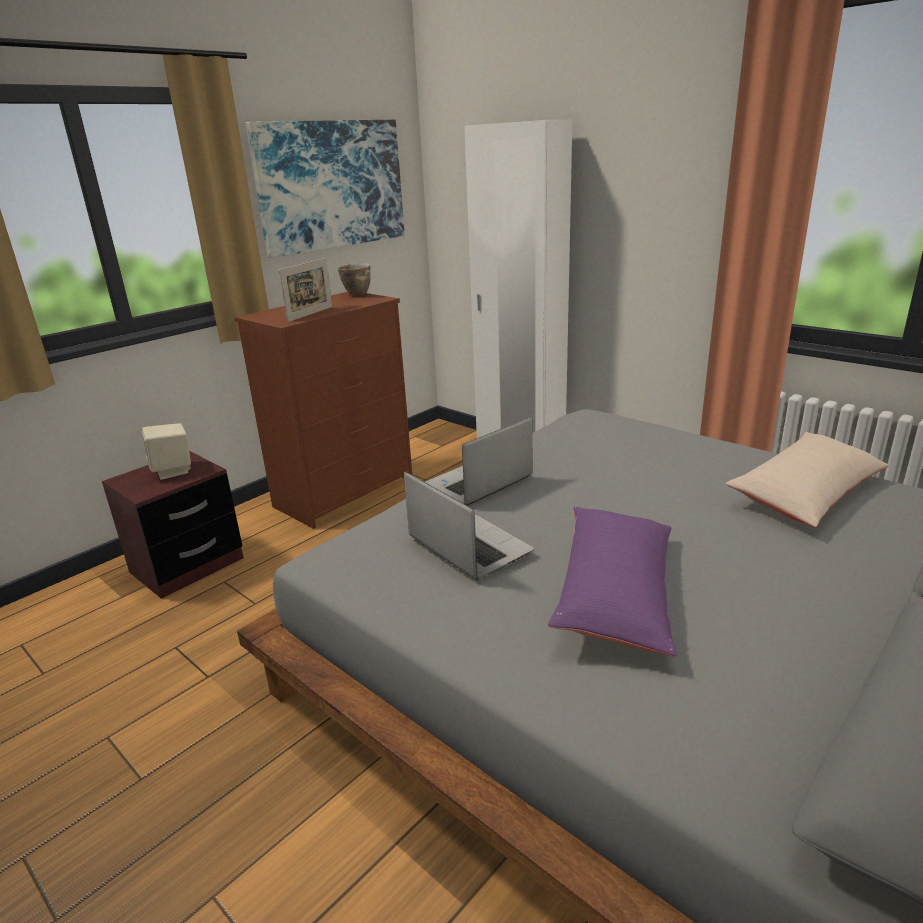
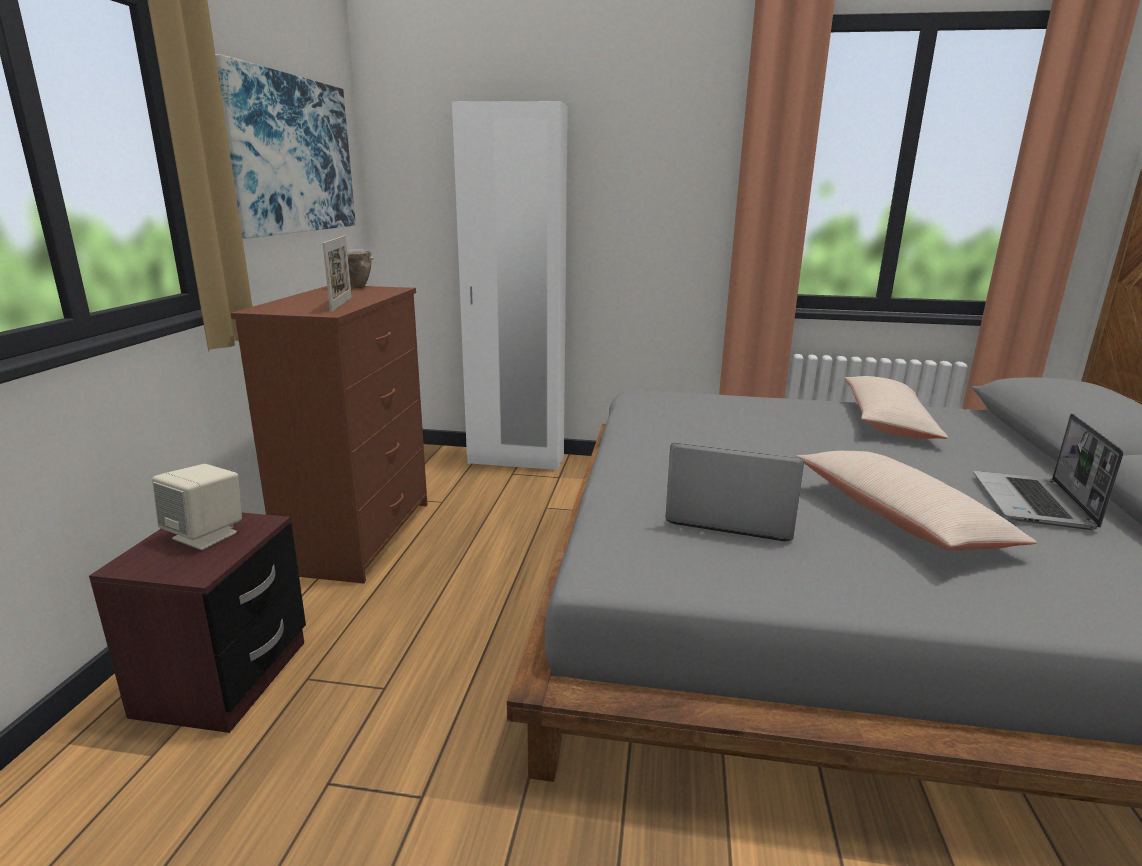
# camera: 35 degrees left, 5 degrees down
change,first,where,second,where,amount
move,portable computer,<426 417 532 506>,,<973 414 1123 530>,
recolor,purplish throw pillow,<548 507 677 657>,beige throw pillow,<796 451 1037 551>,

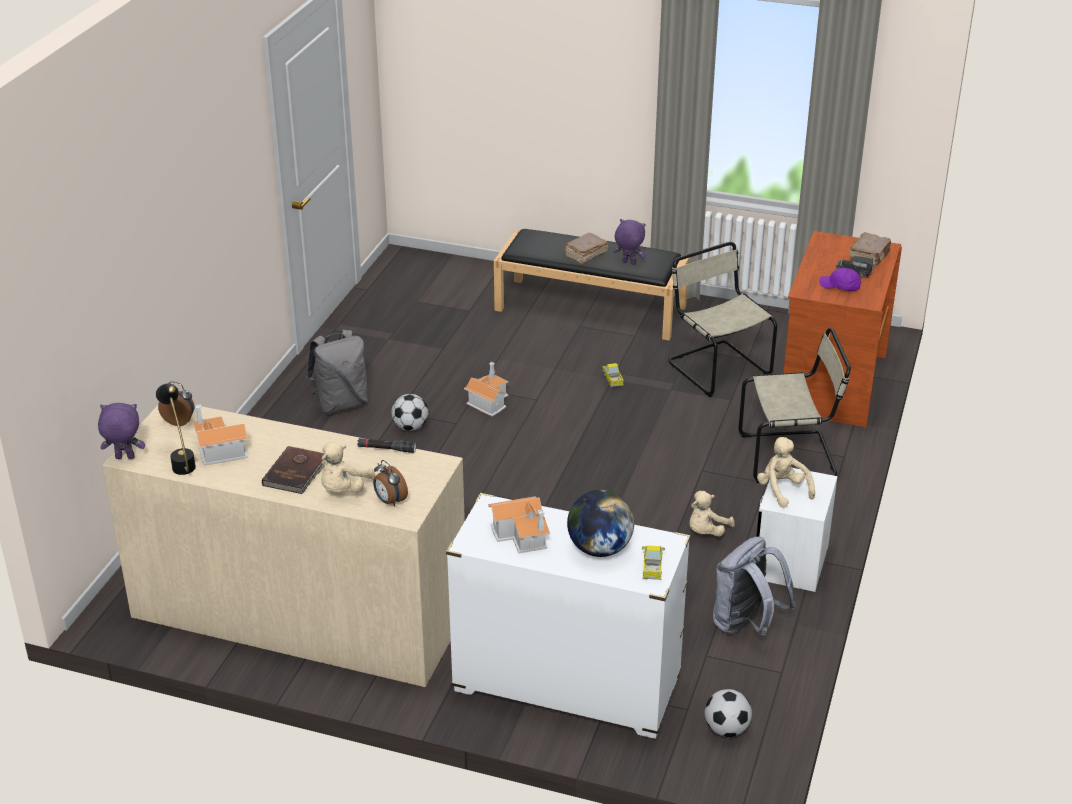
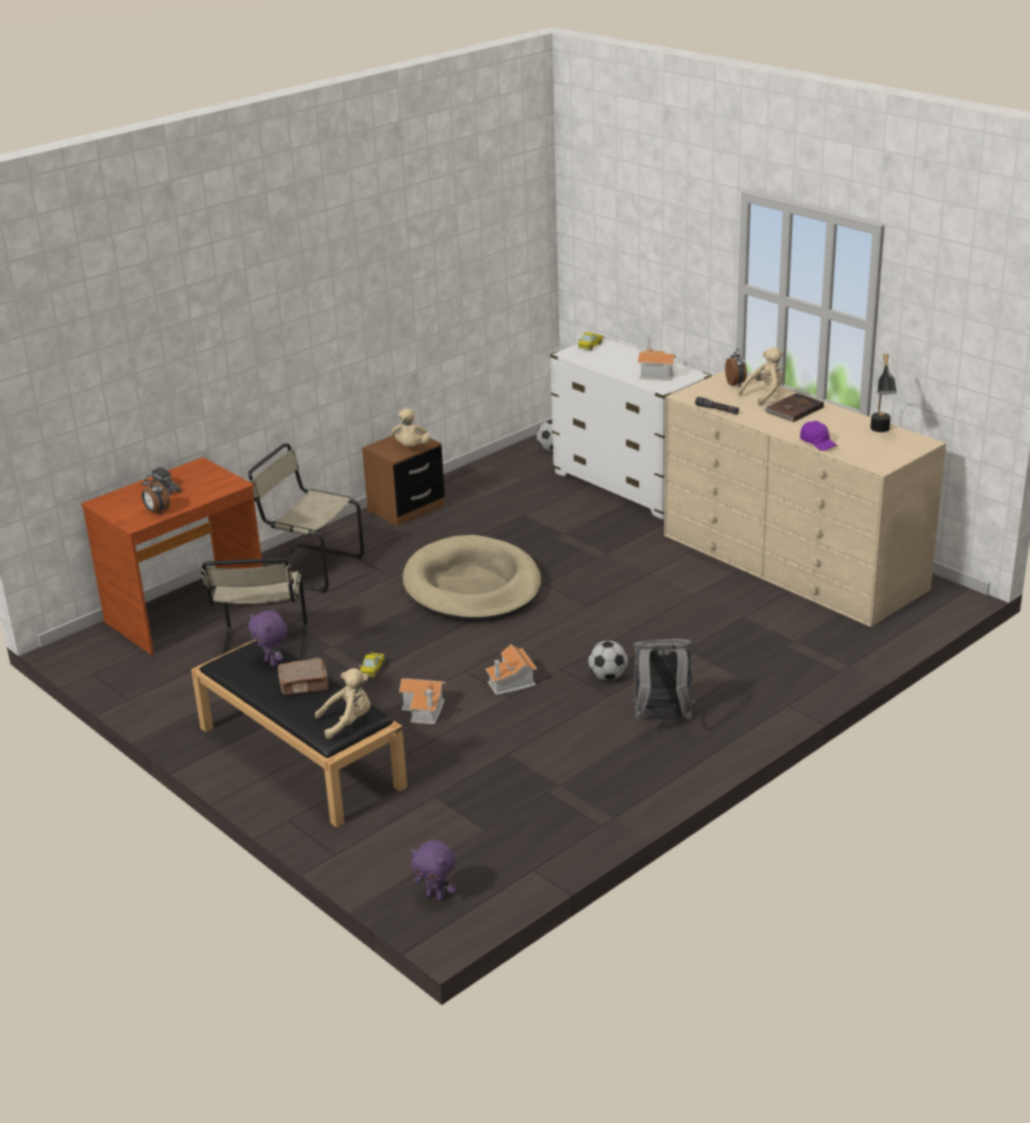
# camera: 150 degrees left, 5 degrees down
change,first,where,second,where,amount
delete,brownish volume,<849 232 891 266>,,,
move,purplish baseball cap,<819 268 861 291>,,<800 421 837 451>,
move,alarm clock,<158 381 195 426>,,<142 475 170 514>,
move,purplish plush toy,<98 403 145 459>,,<411 840 456 901>,
move,model house,<193 404 248 465>,,<399 678 446 725>,
recolor,white bedside table,<757 468 837 592>,brownish bedside table,<362 432 445 526>,
delete,world globe,<567 490 634 557>,,,
move,beige plush toy,<689 491 735 537>,,<315 668 370 739>,
delete,grey rucksack,<713 537 796 636>,,,
insert,,,beige dog cushion,<403 535 541 622>,

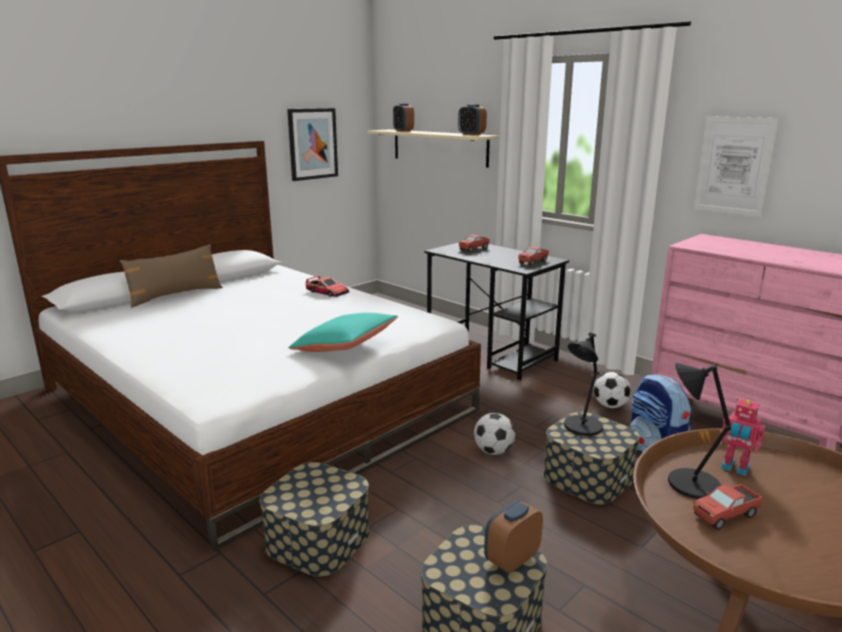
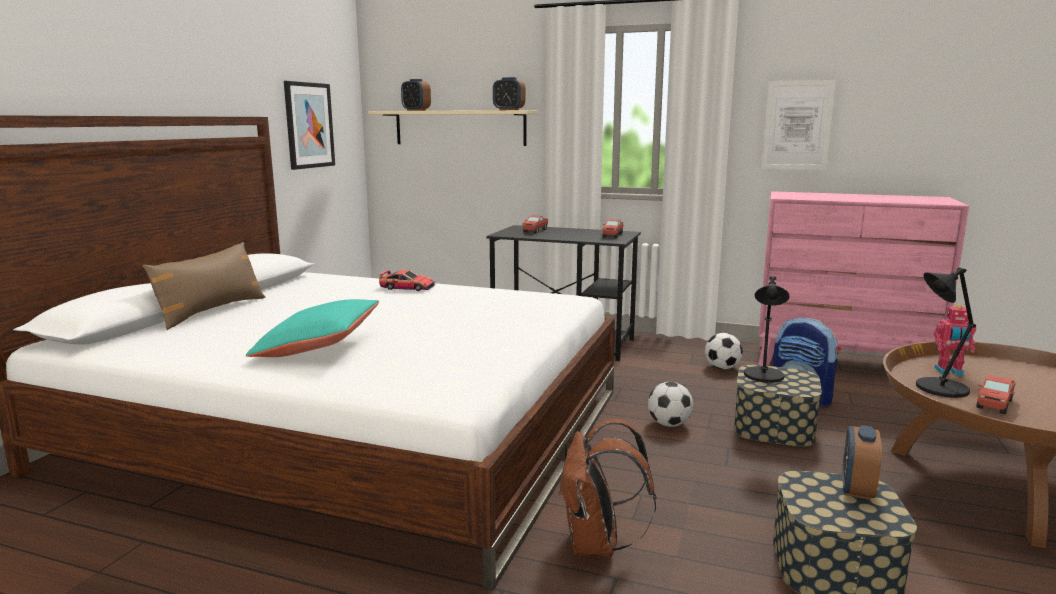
# camera: 25 degrees left, 5 degrees down
change,first,where,second,where,amount
move,turquoise-coloured throw pillow,<288 313 398 352>,,<246 299 379 357>,
replace,storage bin,<259 462 369 577>,brownish rucksack,<559 419 656 557>,

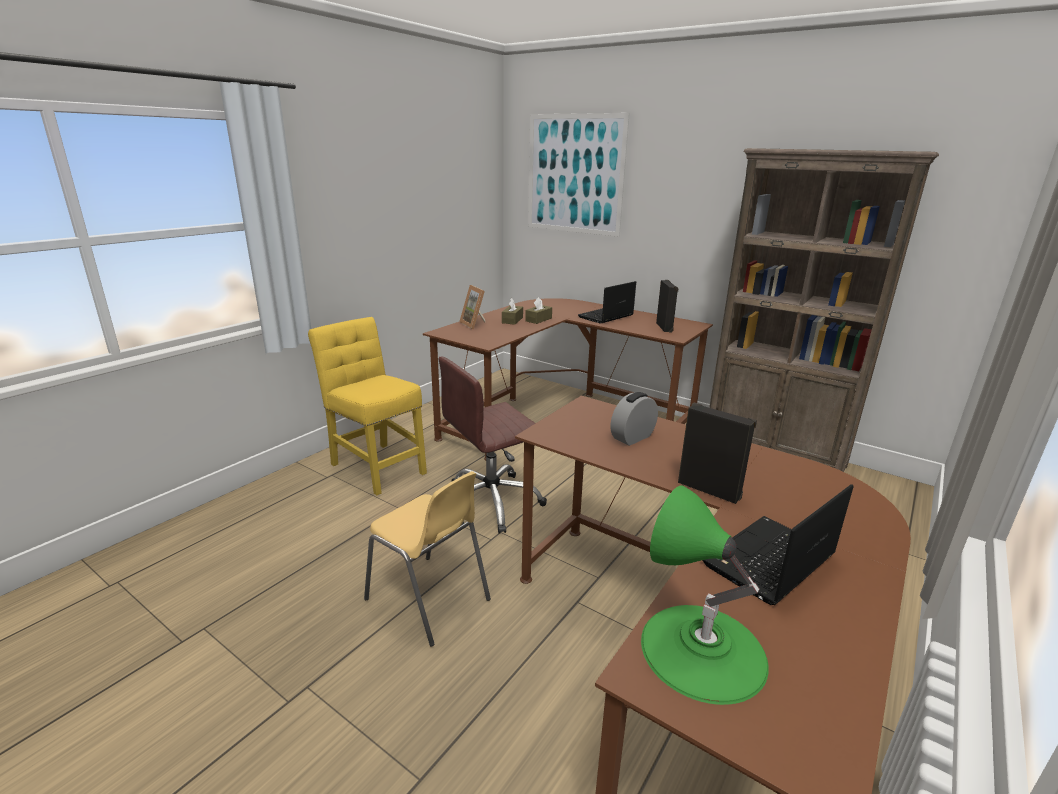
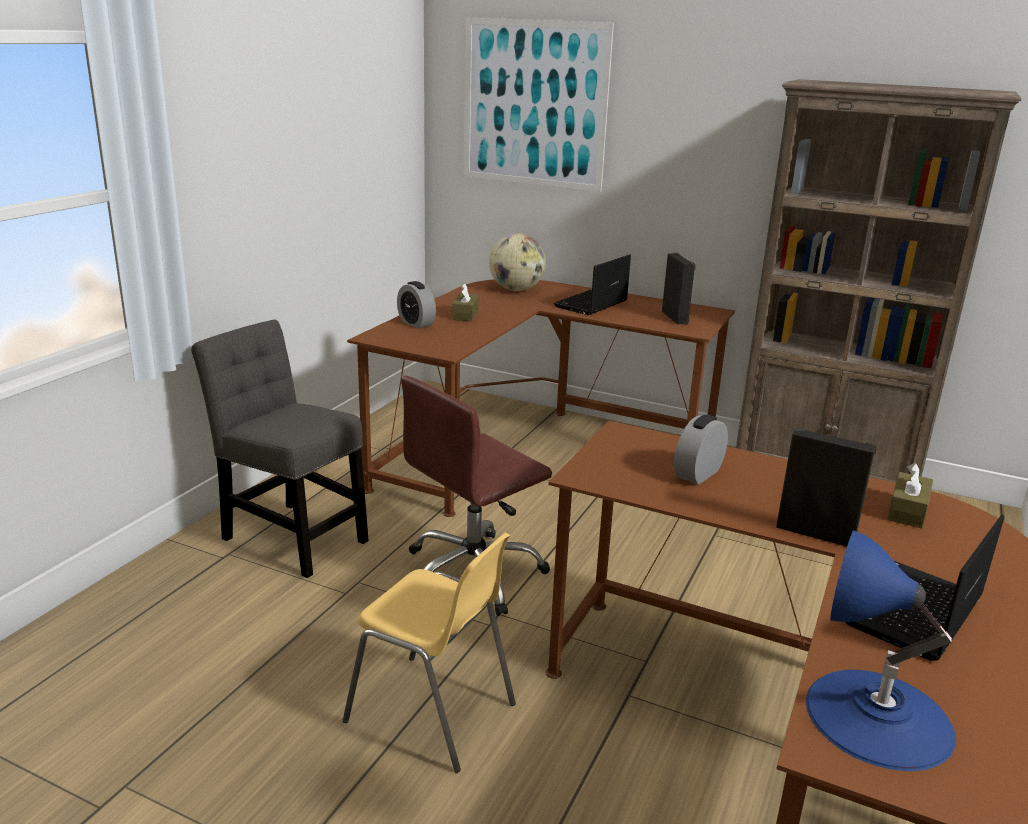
# camera: 10 degrees left, 0 degrees up
change,first,where,second,where,amount
replace,photo frame,<459 285 485 329>,alarm clock,<397 281 436 328>,
move,brownish box of tissues,<525 297 552 324>,,<887 463 933 528>,
recolor,yellowish plain chair,<308 317 427 495>,grey plain chair,<191 319 369 578>,
recolor,greenish lamp for a table,<641 485 769 705>,bluish lamp for a table,<806 530 956 771>,
insert,,,world globe,<489 233 546 291>,

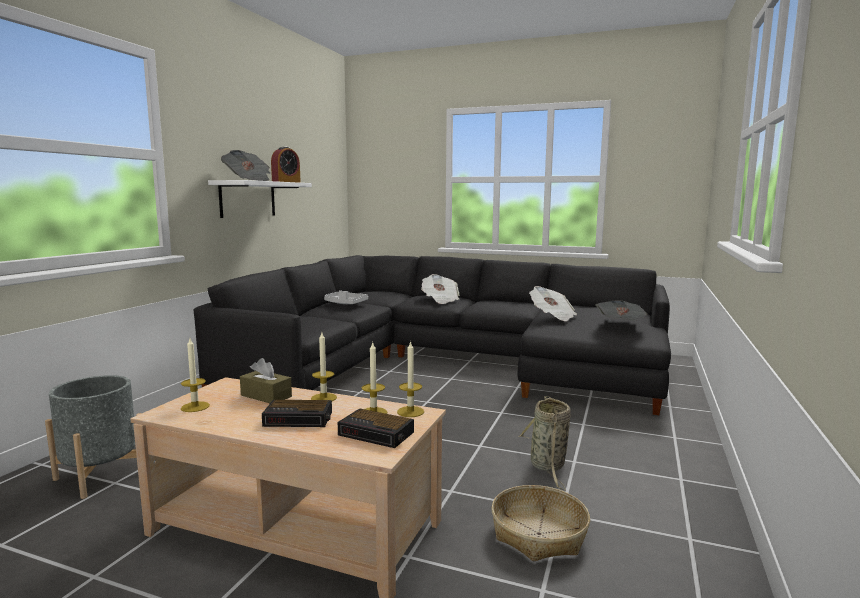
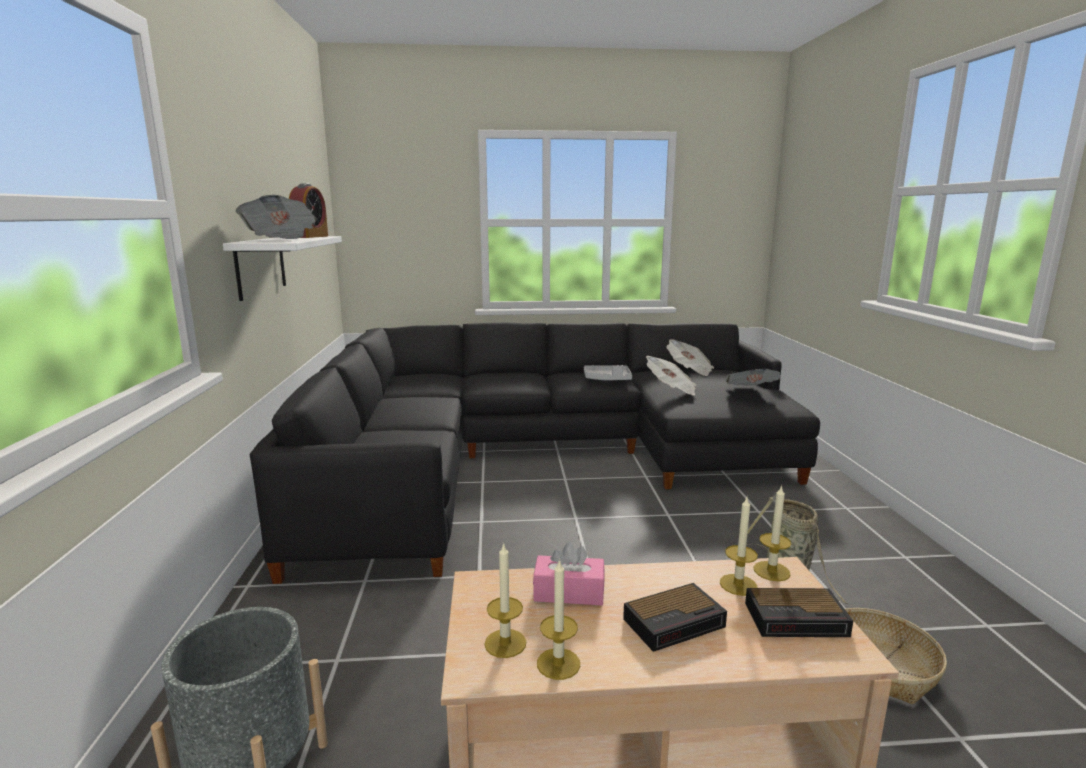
# camera: 25 degrees left, 5 degrees up
change,first,where,second,where,amount
move,daily paper,<421 274 459 304>,,<666 339 714 376>,
move,grey tray,<324 290 368 304>,,<584 365 632 381>,
move,wax candle,<311 333 337 401>,,<537 559 580 680>,
recolor,brownish box of tissues,<240 358 292 403>,pinkish box of tissues,<533 542 605 605>,

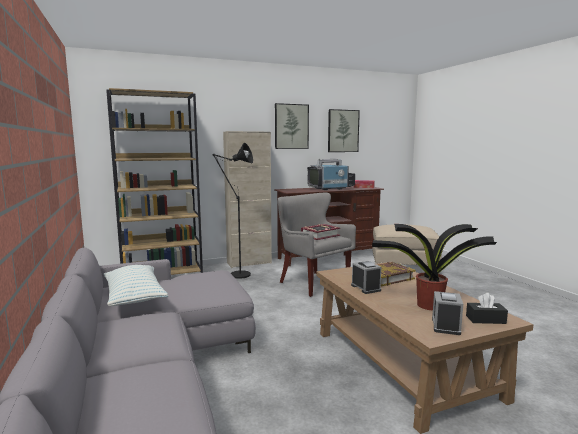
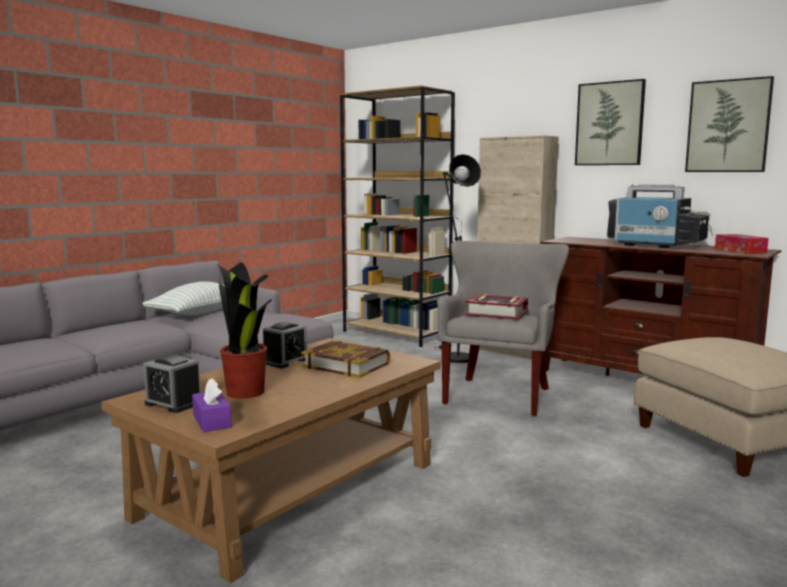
# camera: 60 degrees right, 0 degrees up
change,first,where,second,where,amount
rotate,alarm clock,<432 291 463 335>,,<143 355 200 413>,135 degrees counterclockwise
recolor,black box of tissues,<466 293 508 324>,purplish box of tissues,<192 379 232 432>,

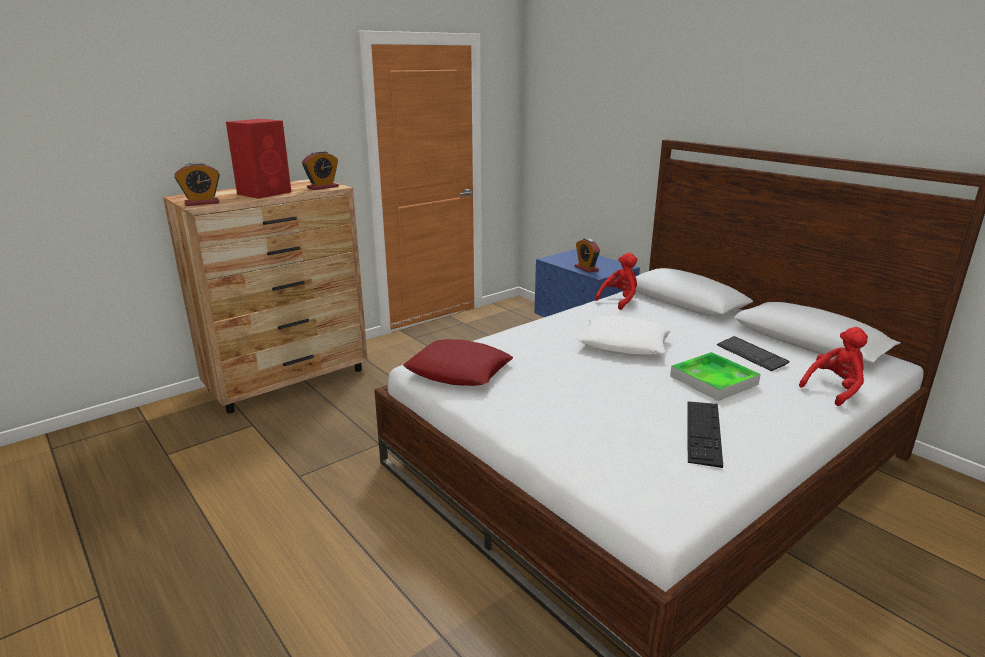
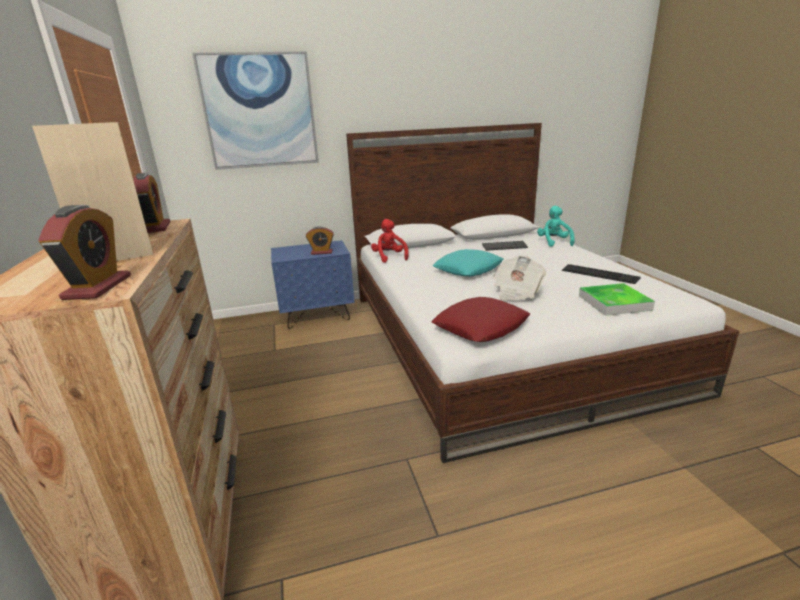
# camera: 65 degrees left, 0 degrees up
change,first,where,second,where,amount
recolor,reddish audio speaker,<226 119 291 199>,beige audio speaker,<32 122 153 261>,
recolor,white throw pillow,<577 316 671 356>,turquoise-coloured throw pillow,<433 249 504 276>,
recolor,reddish plush toy,<799 327 868 406>,turquoise-coloured plush toy,<537 206 574 247>,
move,tray,<670 352 761 401>,,<579 283 655 316>,
insert,,,picture,<192 51 319 170>,
insert,,,daily paper,<493 256 546 301>,

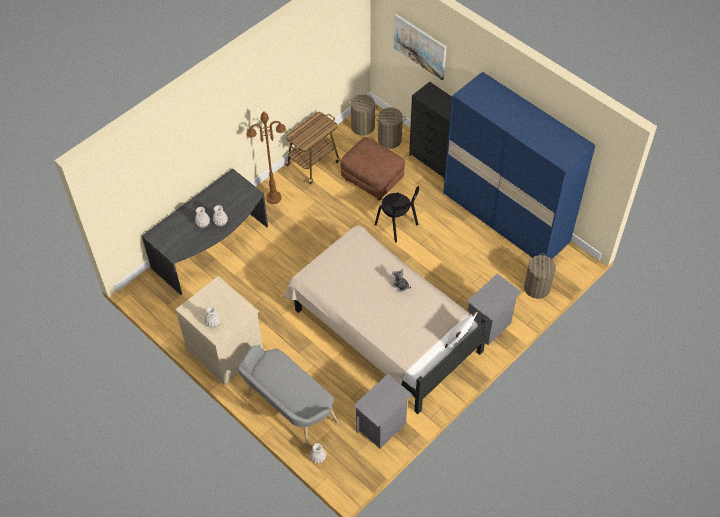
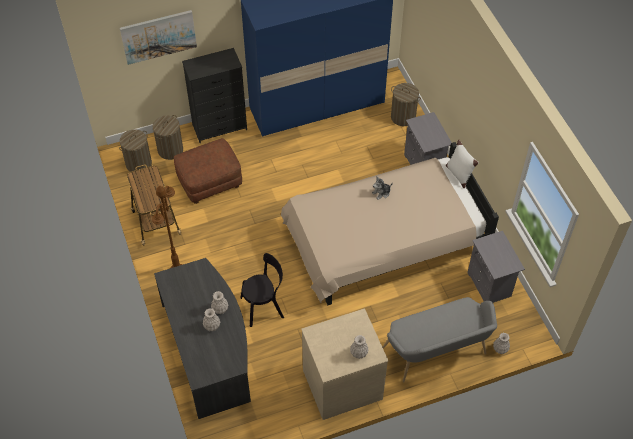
# camera: 65 degrees left, 0 degrees up
change,first,where,second,where,amount
move,black plain chair,<375 186 419 243>,,<240 253 284 327>,

